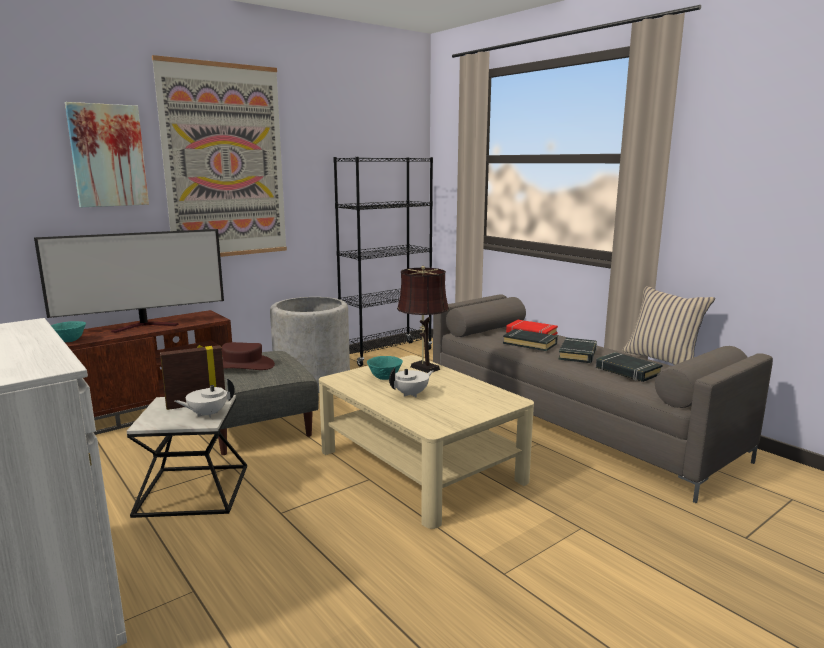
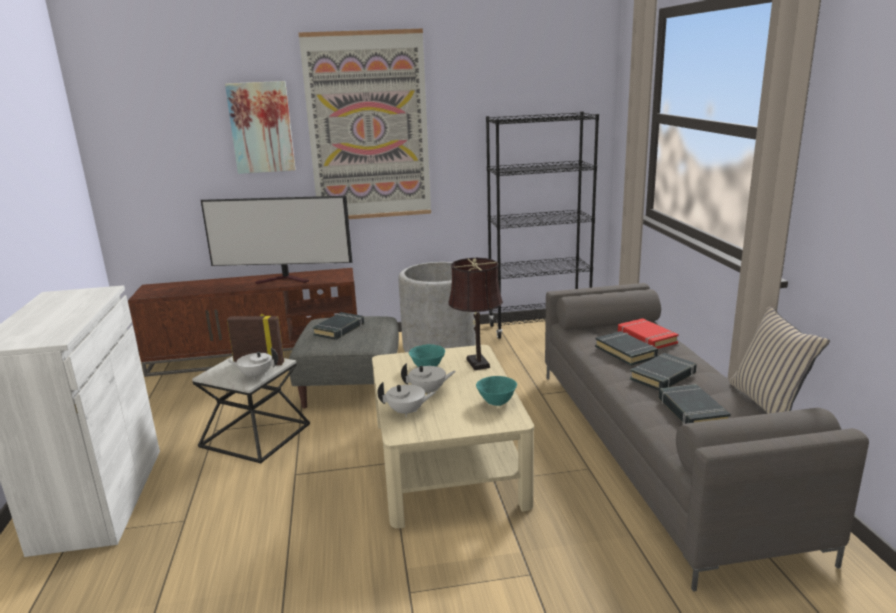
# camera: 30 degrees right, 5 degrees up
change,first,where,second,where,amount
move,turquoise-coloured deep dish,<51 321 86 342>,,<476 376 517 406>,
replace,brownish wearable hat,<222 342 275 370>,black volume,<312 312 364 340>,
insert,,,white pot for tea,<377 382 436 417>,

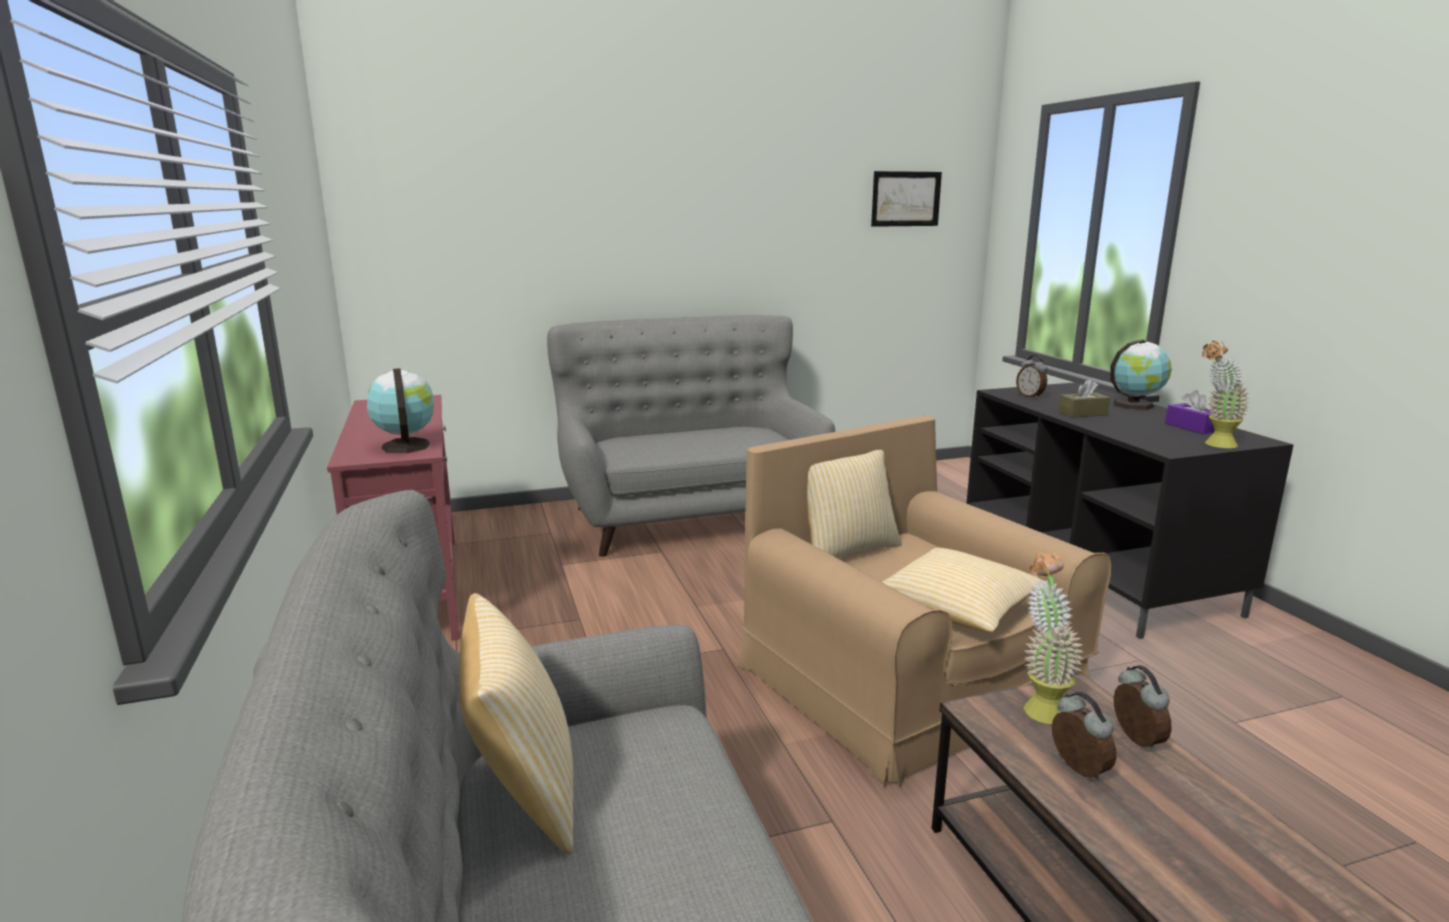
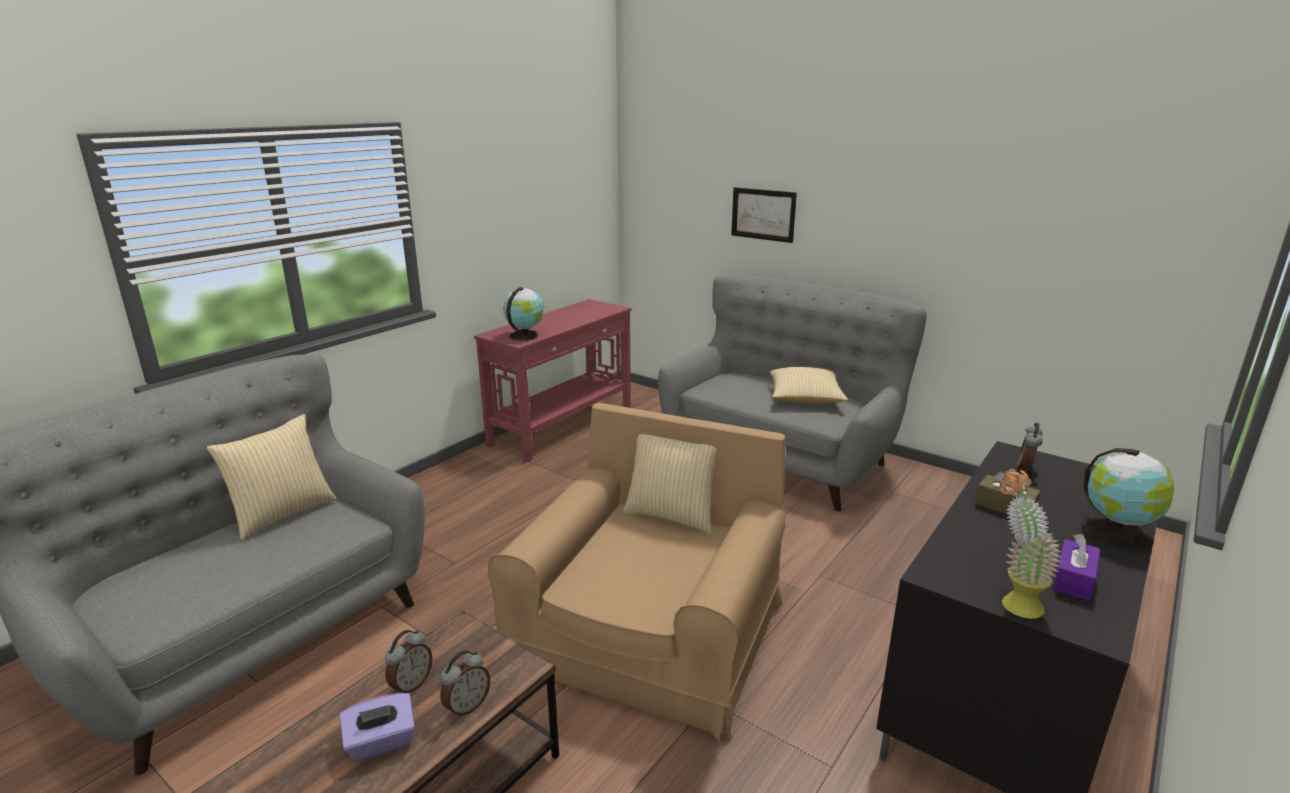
# camera: 55 degrees right, 5 degrees up
change,first,where,second,where,amount
move,picture,<871 171 942 227>,,<731 187 797 243>,
move,throw pillow,<882 548 1046 633>,,<770 367 848 403>,
delete,plant in a pot,<1024 551 1085 724>,,,
insert,,,purplish box of tissues,<340 693 415 762>,

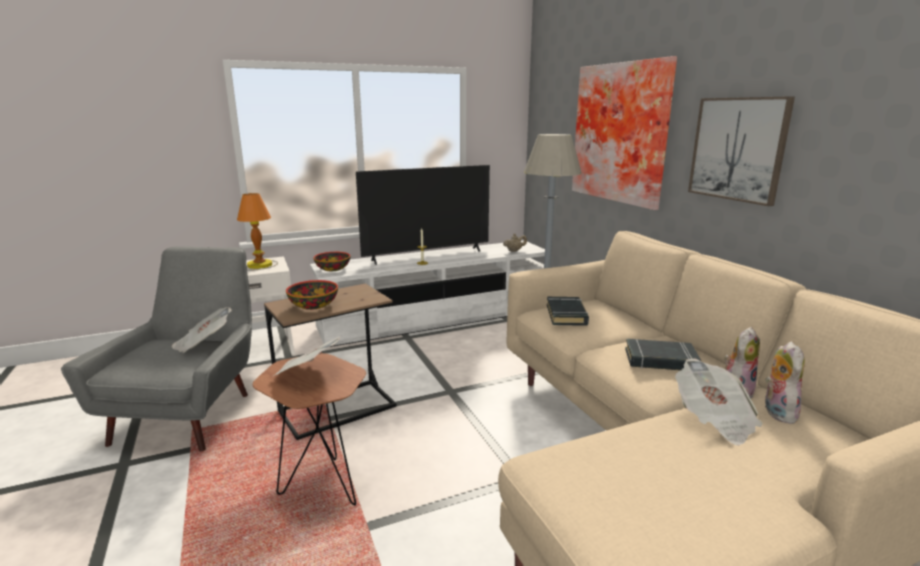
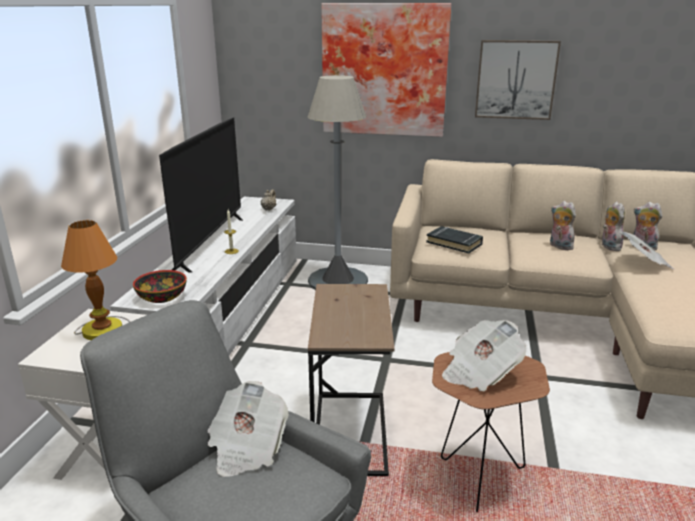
# camera: 55 degrees left, 5 degrees up
change,first,where,second,where,amount
delete,deep dish,<286 280 338 310>,,,
replace,black volume,<625 339 701 370>,plush toy,<550 201 576 250>,

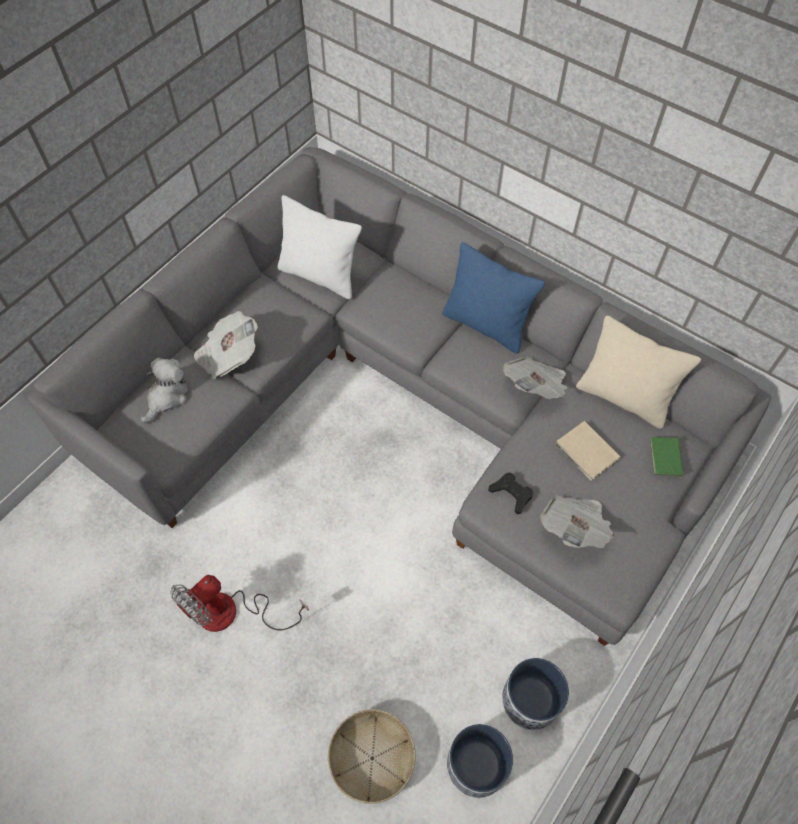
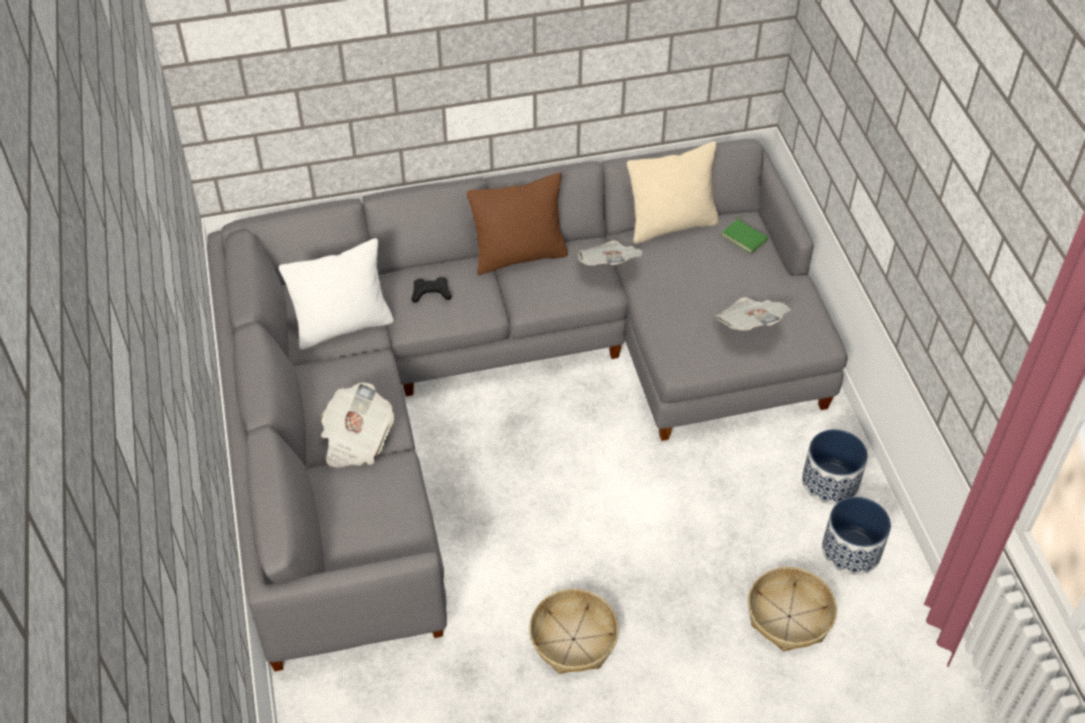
# camera: 50 degrees left, 10 degrees down
change,first,where,second,where,amount
recolor,bluish throw pillow,<442 242 545 354>,brownish throw pillow,<467 173 568 275>,
delete,plush toy,<141 358 188 423>,,,
delete,beige volume,<555 421 620 480>,,,
move,black joypad,<488 473 533 514>,,<411 277 452 303>,
replace,cooling fan,<170 575 309 632>,household basket,<529 589 619 674>,

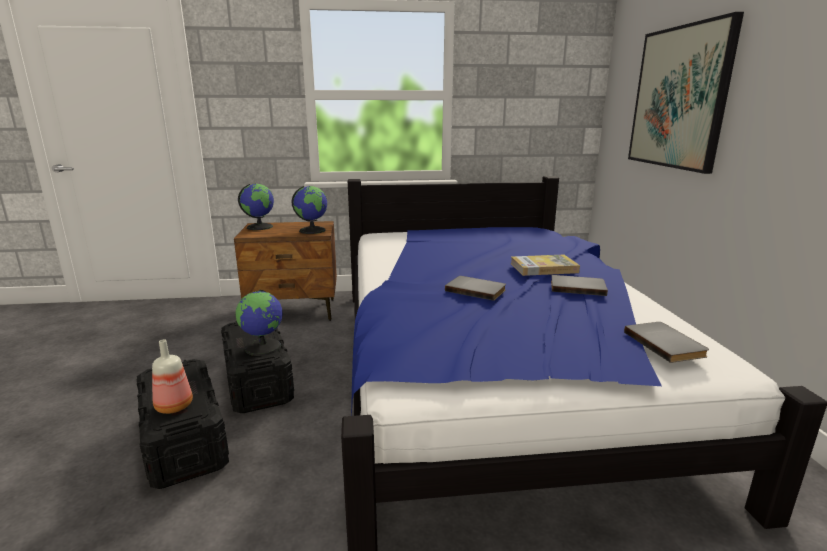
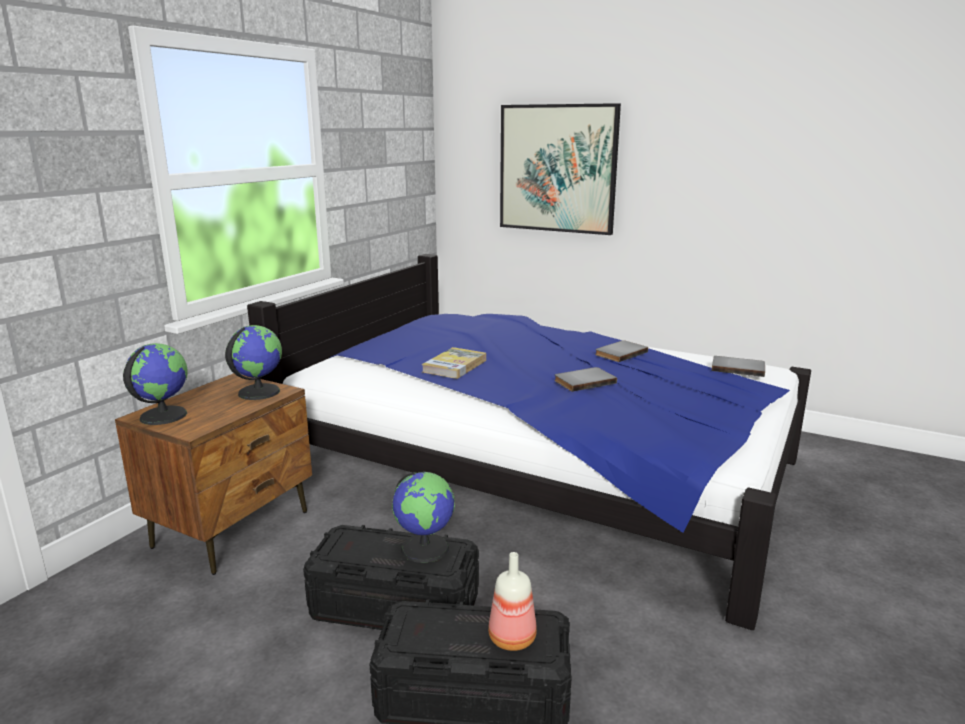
# camera: 55 degrees left, 0 degrees up
change,first,where,second,where,amount
move,volume,<511 254 580 276>,,<422 347 486 379>,

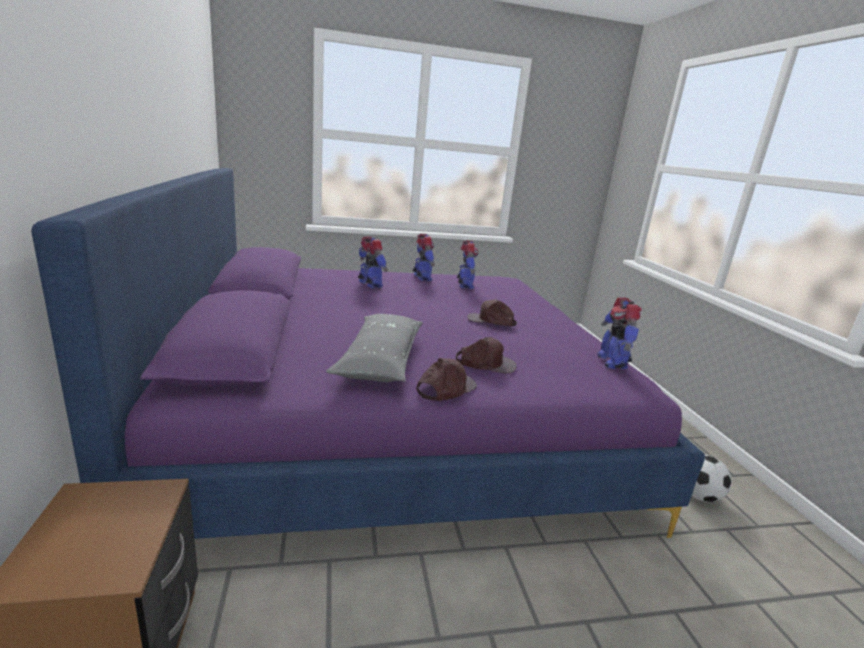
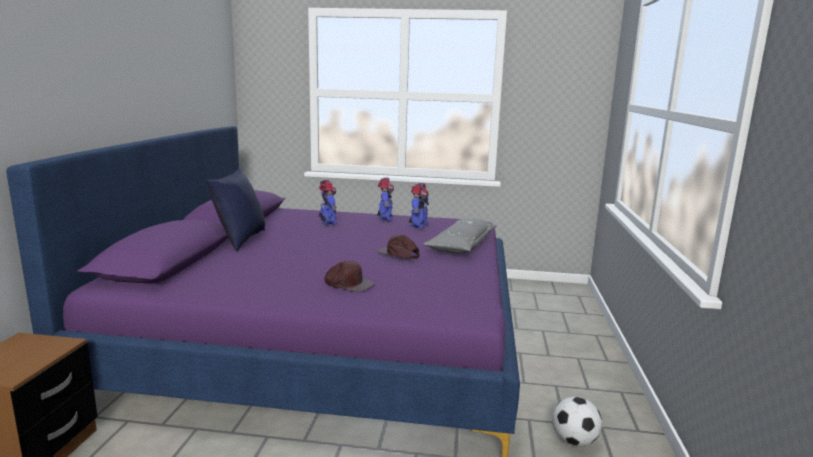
# camera: 20 degrees right, 5 degrees down
change,first,where,second,where,amount
delete,toy robot,<597 298 642 369>,,,
move,grey throw pillow,<326 314 423 382>,,<423 218 497 254>,
delete,brownish baseball cap,<416 358 477 401>,,,
insert,,,bluish throw pillow,<206 169 265 251>,

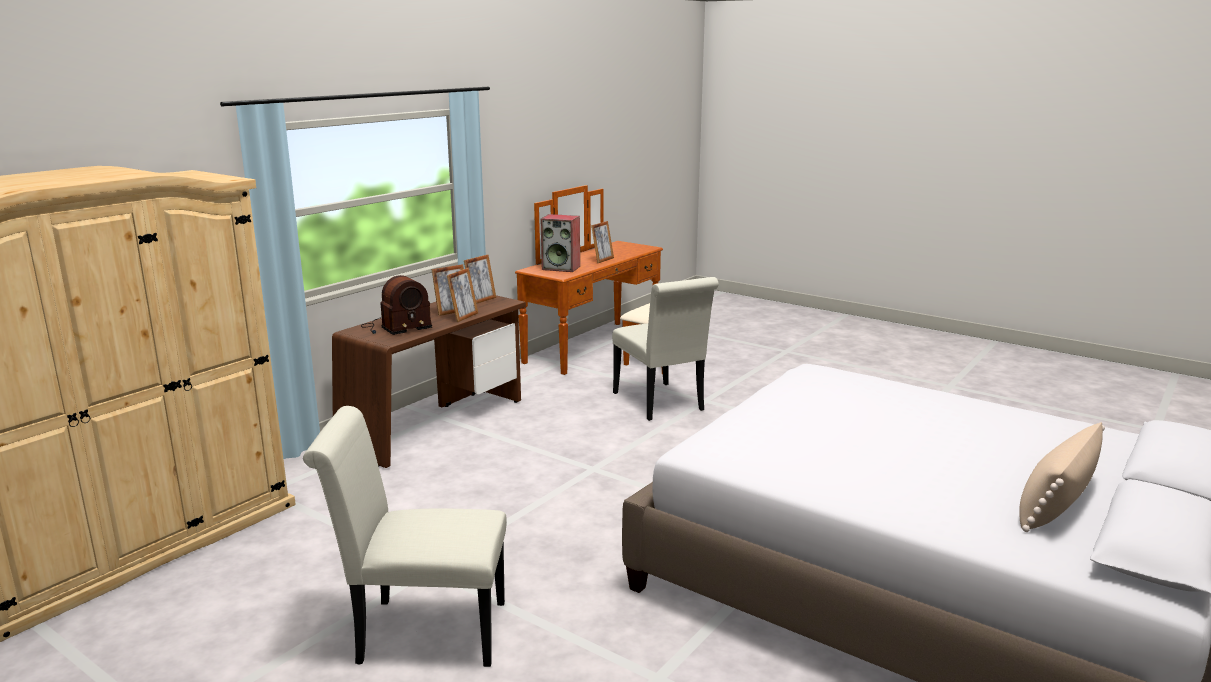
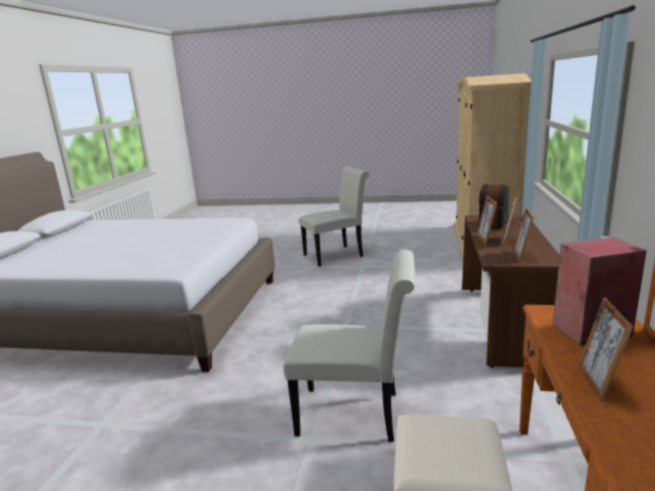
# camera: 155 degrees right, 0 degrees up
change,first,where,second,where,amount
rotate,white plain chair,<612 277 719 421>,,<283 250 415 442>,150 degrees clockwise
delete,beige throw pillow,<1019 422 1105 532>,,,

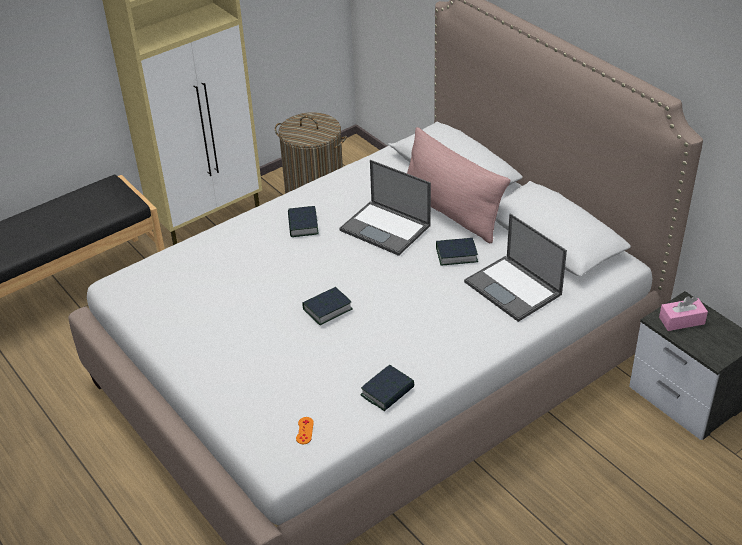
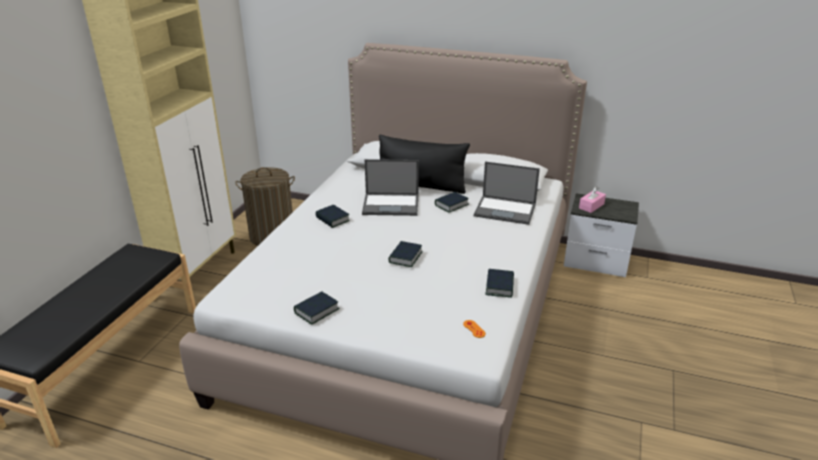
# camera: 35 degrees left, 10 degrees down
change,first,where,second,where,amount
recolor,pinkish throw pillow,<407 127 510 243>,black throw pillow,<379 135 470 194>,
insert,,,volume,<294 291 340 325>,

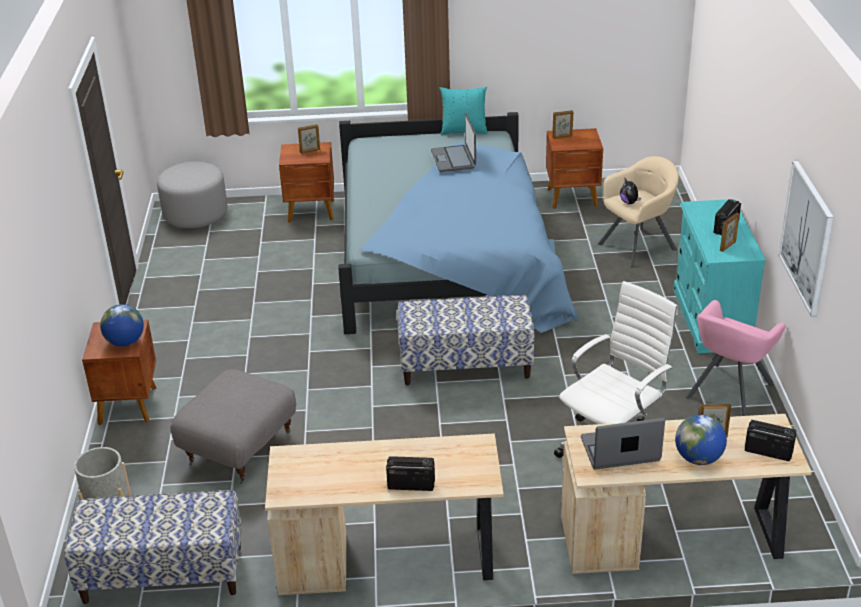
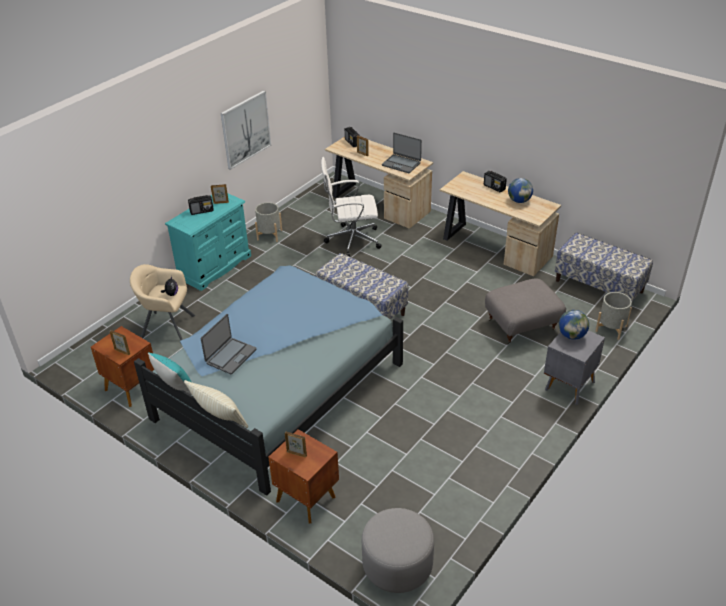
# camera: 140 degrees left, 5 degrees up
change,first,where,second,where,amount
replace,pinkish lounge chair,<686 300 786 416>,grey plant pot,<255 202 282 242>,
recolor,brownish bedside table,<82 320 156 425>,grey bedside table,<544 330 605 405>,
move,world globe,<675 415 727 465>,,<508 178 533 203>,
insert,,,beige throw pillow,<184 380 248 428>,

